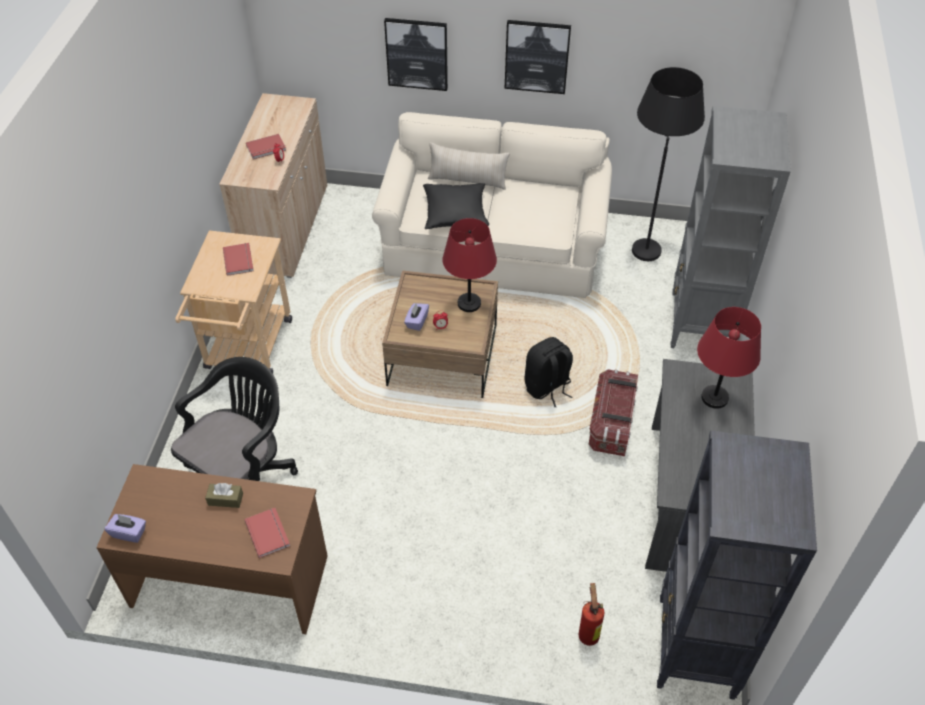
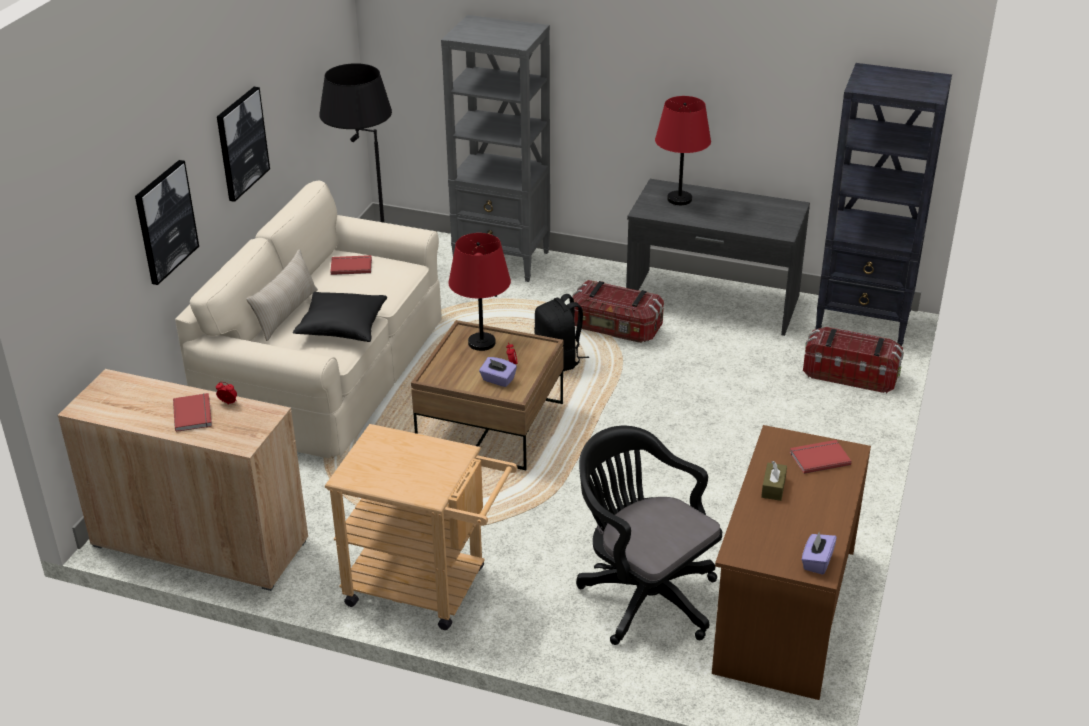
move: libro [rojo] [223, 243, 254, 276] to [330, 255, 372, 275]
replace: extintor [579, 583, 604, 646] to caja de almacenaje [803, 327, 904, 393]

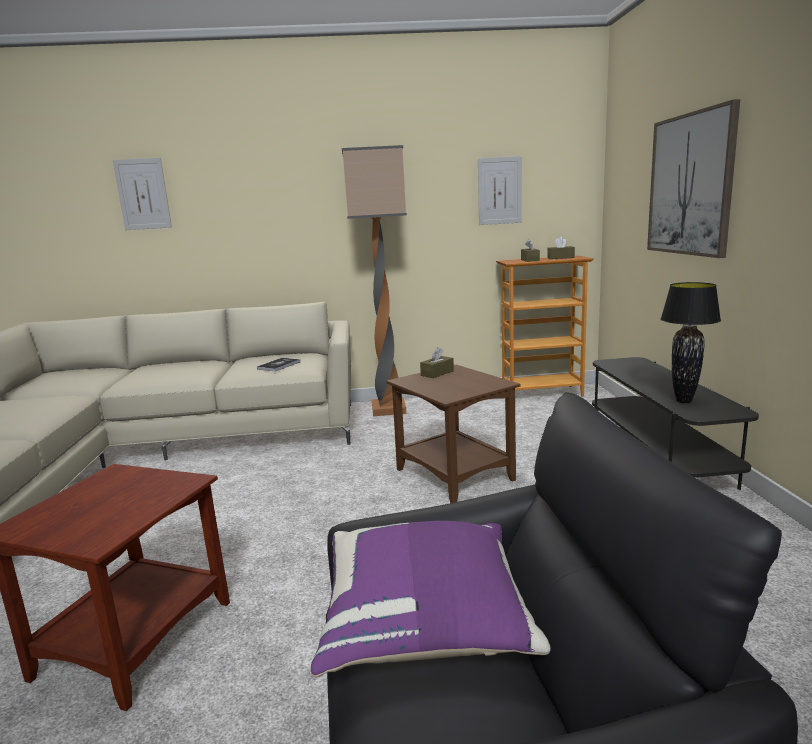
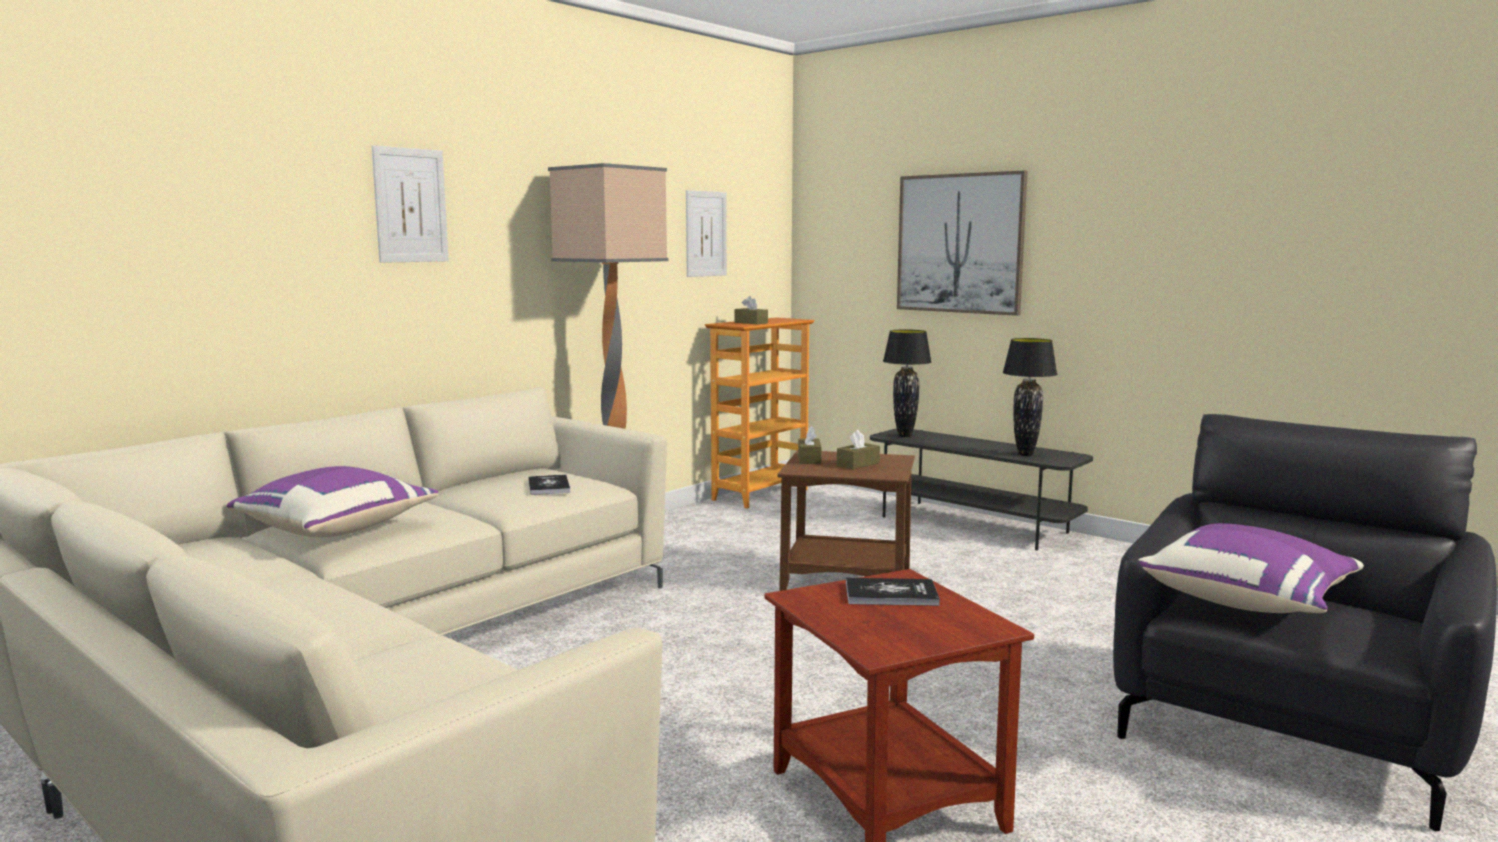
insert: cojín [morado] [227, 466, 438, 537]; libro [846, 578, 940, 606]; lámpara de mesa [negro] [883, 329, 932, 438]
move: cuadro [113, 158, 172, 230] to [372, 145, 449, 263]; caja de pañuelos [marrón] [547, 237, 575, 259] to [837, 430, 880, 469]

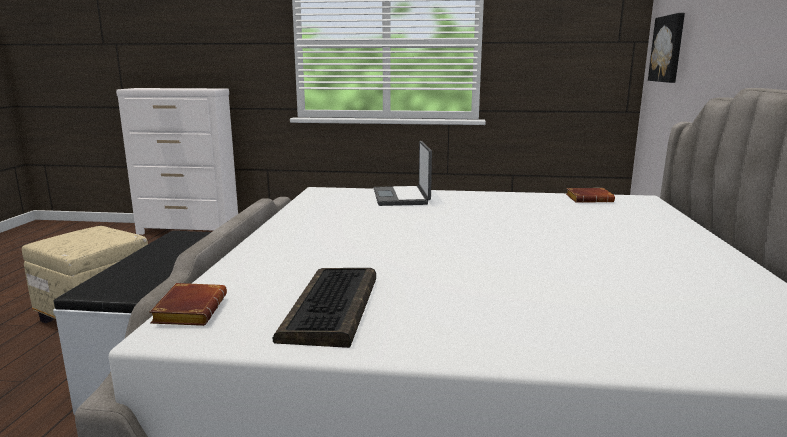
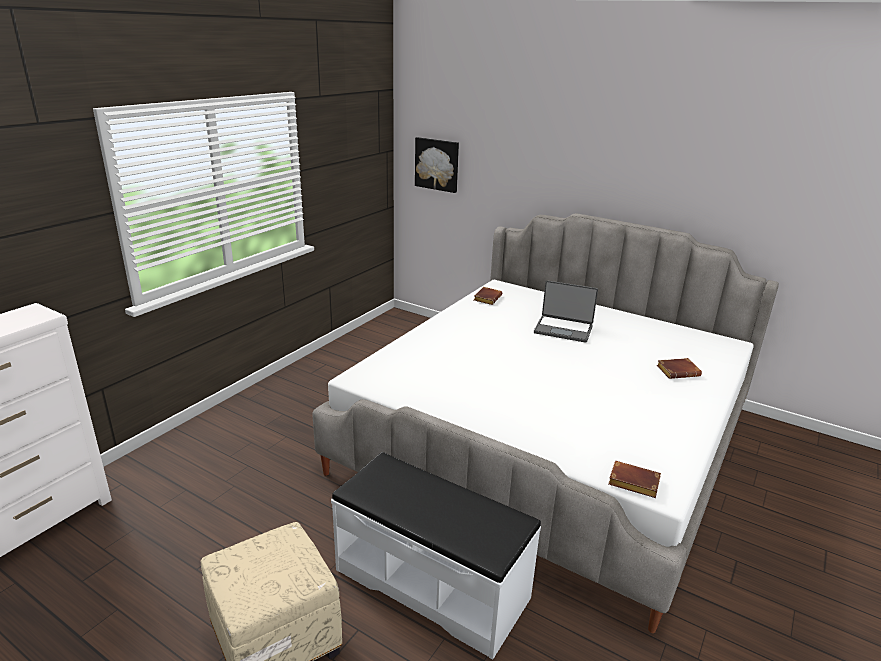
delete: teclado [272, 268, 376, 348]
insert: libro [marrón] [657, 358, 702, 379]
move: portátil [374, 141, 432, 206] to [534, 280, 598, 343]

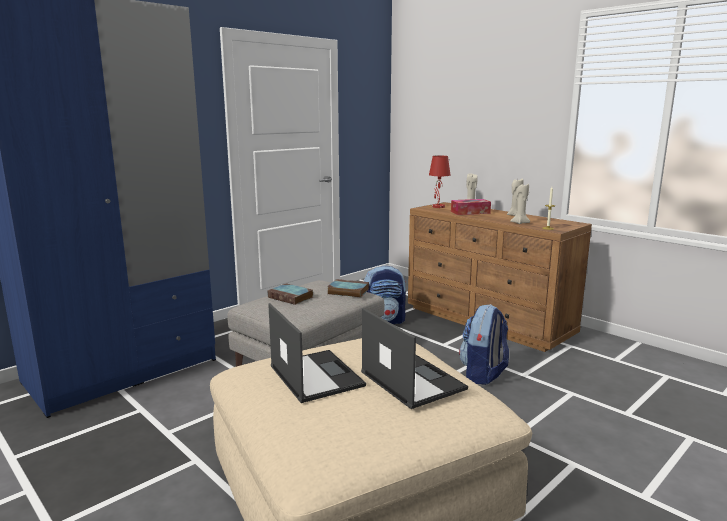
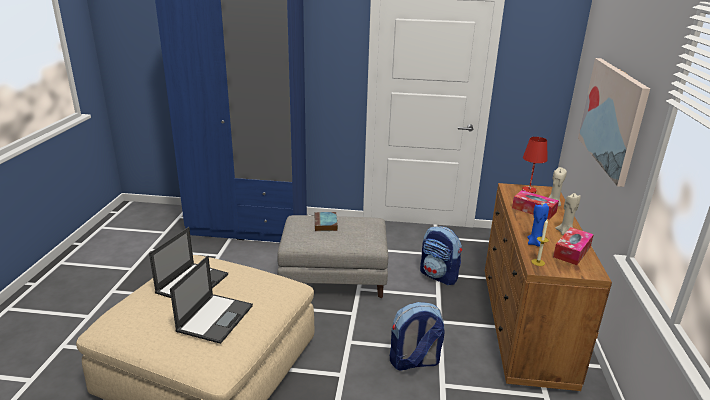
delete: libro [327, 279, 369, 298]
insert: caja de pañuelos [553, 227, 594, 265]; cuadro [578, 58, 650, 187]
recolor: vela [beis] [510, 184, 530, 224] to vela [azul] [527, 203, 549, 247]

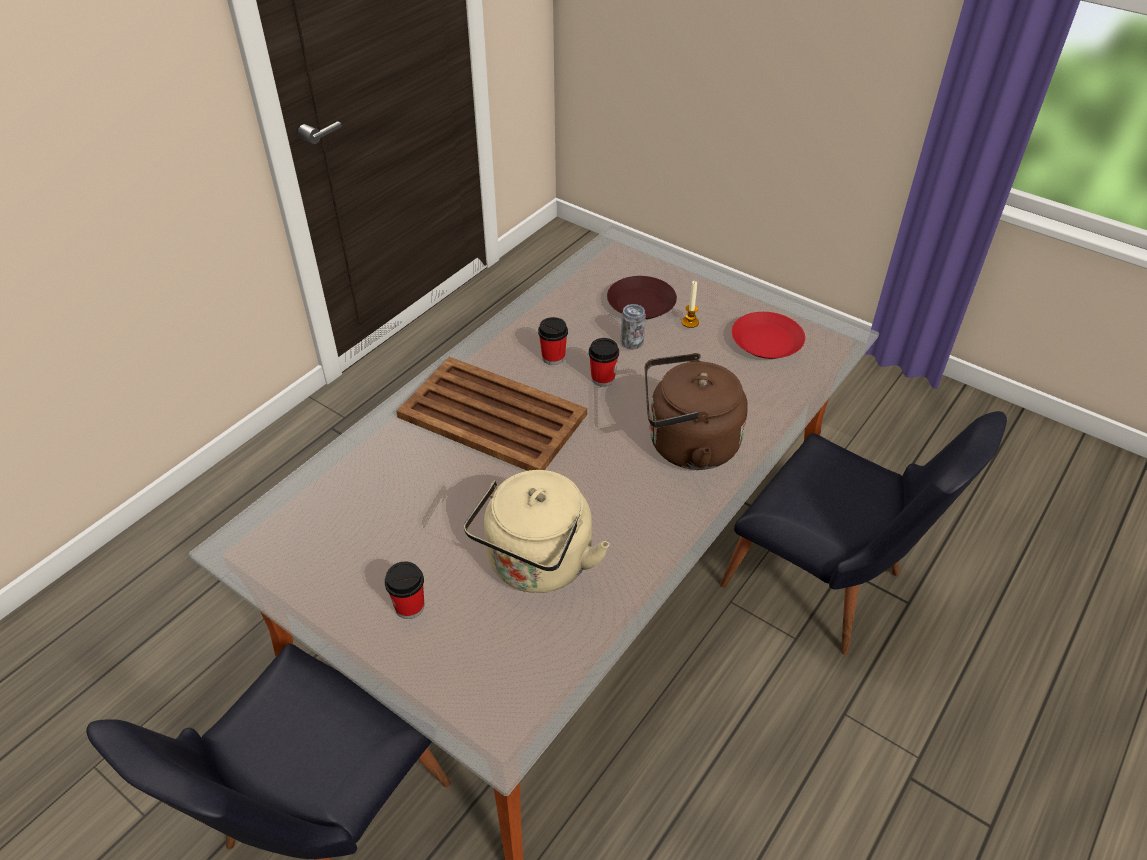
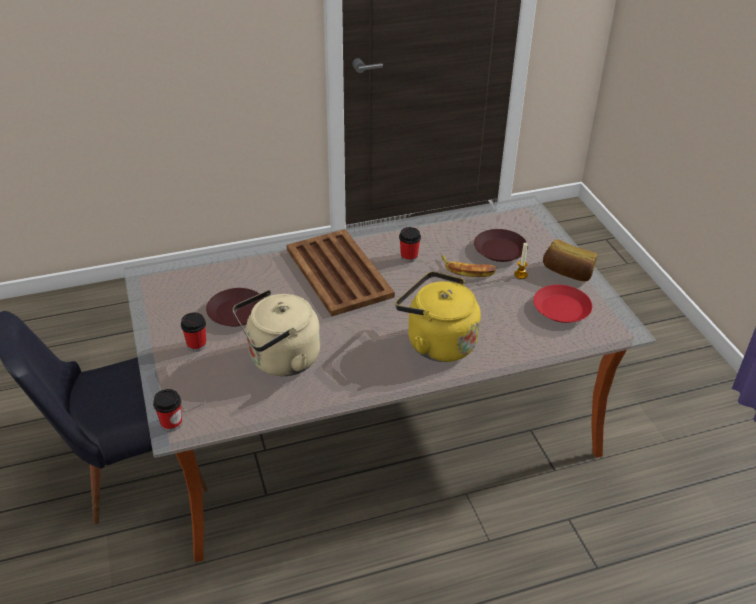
delete: silla [negro] [720, 411, 1007, 655]
insert: plato [marrón] [206, 288, 264, 326]; pan [543, 239, 597, 281]
move: taza [589, 338, 619, 387] to [153, 389, 182, 432]
replace: lata [621, 304, 646, 349] to plátano [441, 255, 497, 277]
recolor: hervidor [marrón] [645, 353, 748, 470] to hervidor [amarillo] [395, 271, 481, 362]

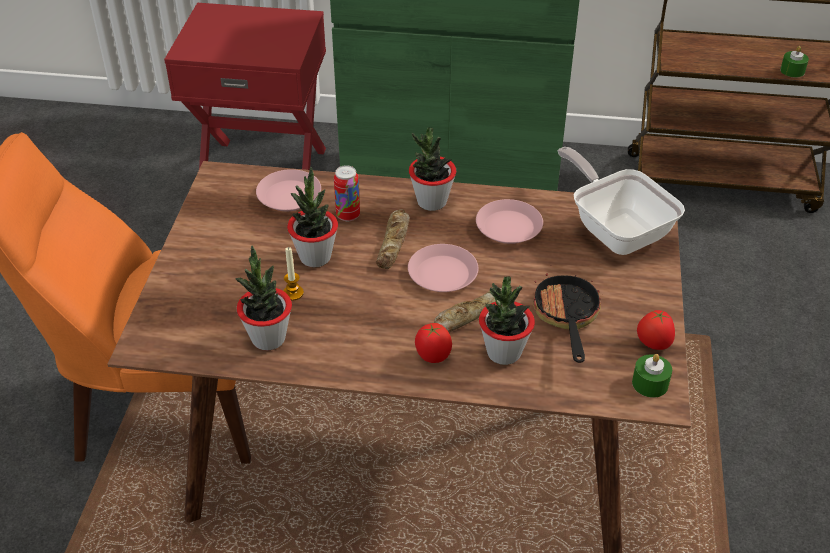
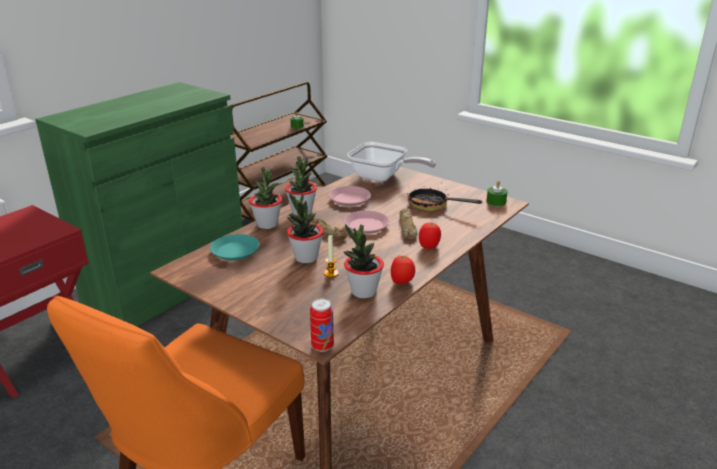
move: lata [334, 165, 360, 222] to [310, 299, 334, 352]; planta en maceta [479, 276, 535, 365] to [249, 167, 282, 229]; tomate [637, 310, 675, 350] to [391, 255, 415, 284]
recolor: plato [rosa] [256, 169, 321, 211] to plato [turquesa] [210, 234, 260, 260]
rotate: sartén [558, 147, 685, 255] = [347, 142, 436, 182] 150 degrees counterclockwise

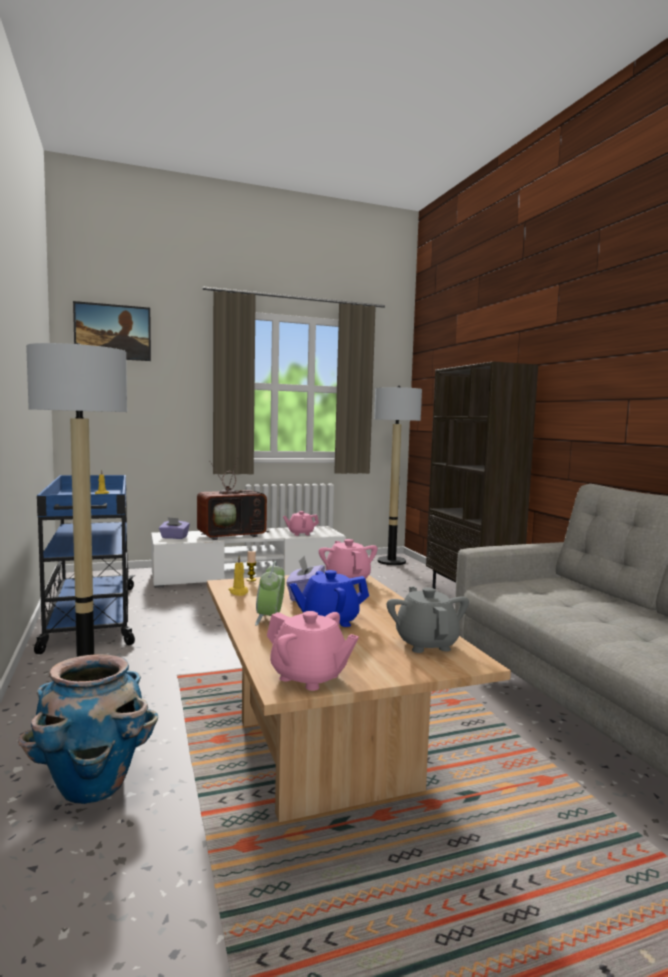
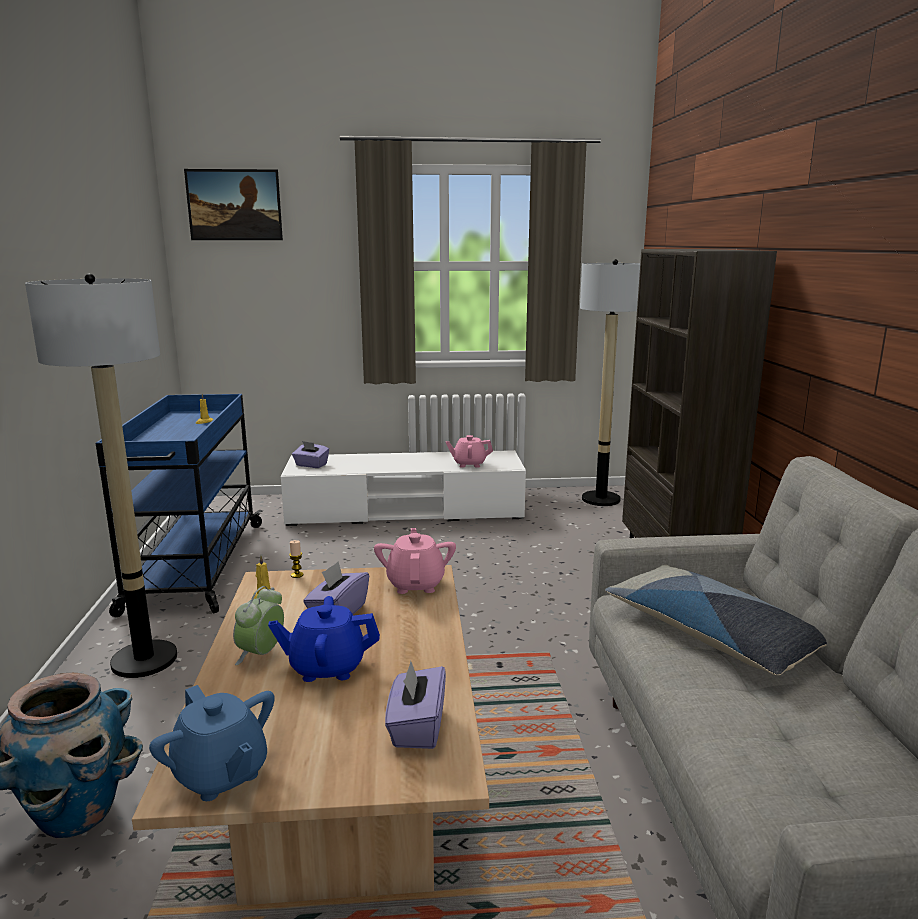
delete: televisor [197, 454, 270, 540]
insert: cojín [605, 564, 827, 675]
replace: tetera [gris] [387, 587, 469, 653] to caja de pañuelos [morado] [385, 661, 446, 749]
recolor: tetera [rosa] [267, 611, 359, 691] to tetera [azul] [149, 685, 275, 801]

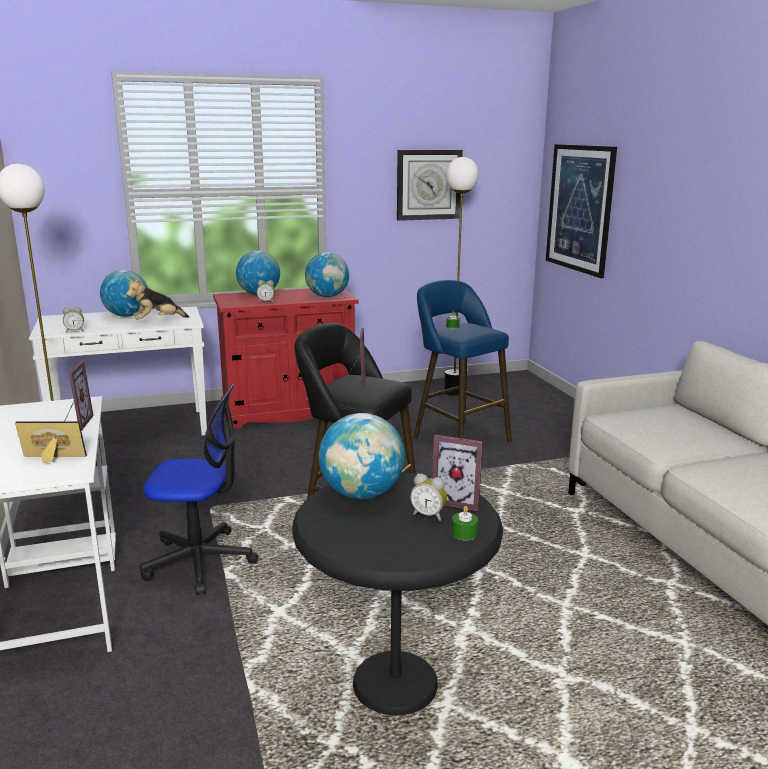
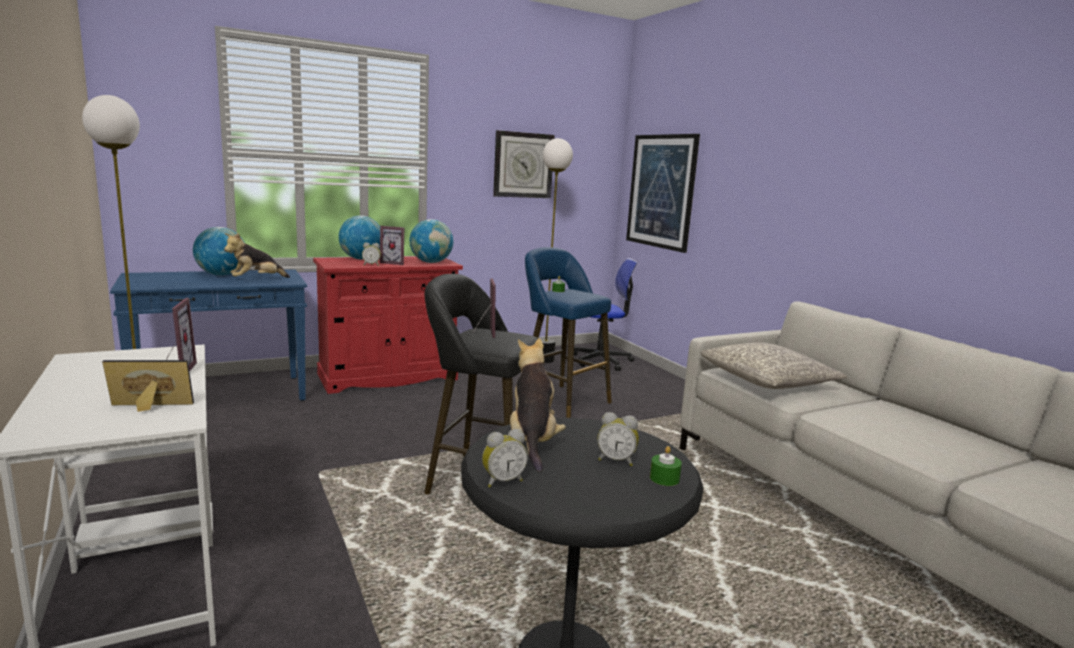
insert: cojín [gris] [701, 342, 847, 389]
move: despertador [63, 307, 84, 333] to [482, 429, 528, 487]; silla de oficina [140, 384, 259, 595] to [574, 258, 637, 371]; portarretratos [432, 435, 483, 511] to [380, 226, 404, 265]
replace: globo terráqueo [319, 413, 405, 500] to peluche [510, 338, 566, 472]
recolor: mesa consola [blanco] [29, 306, 207, 436] to mesa consola [azul] [110, 269, 307, 401]

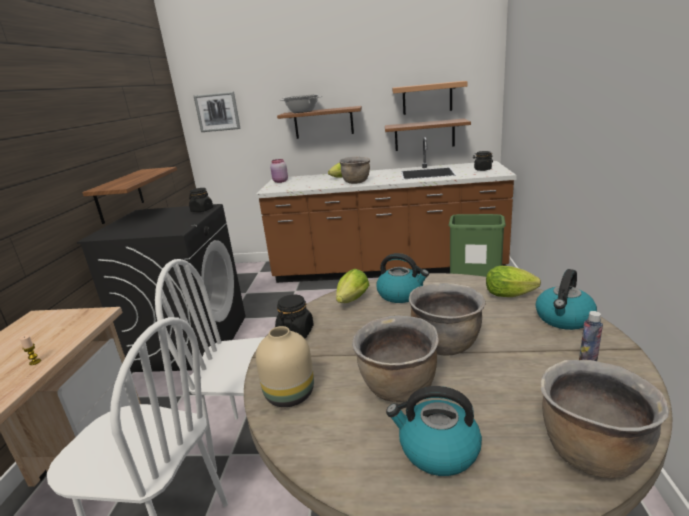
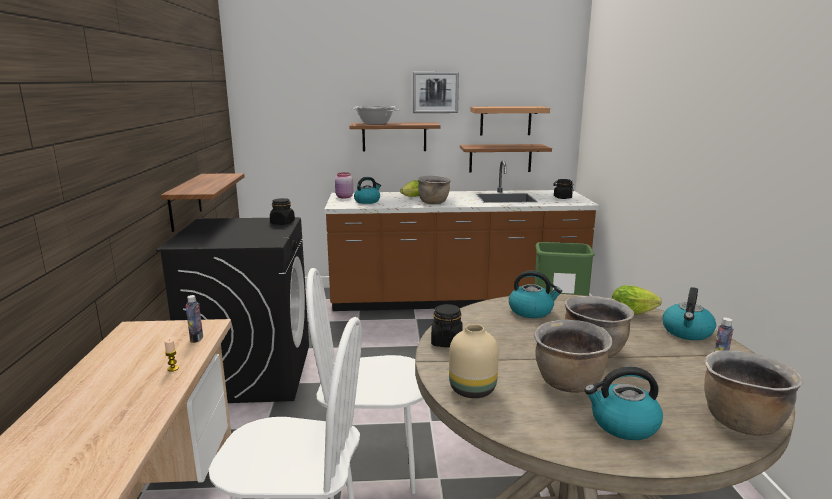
delete: lechuga [336, 269, 369, 303]
insert: botella [186, 295, 203, 343]; hervidor [354, 177, 381, 204]
move: cuadro [194, 92, 241, 132] to [413, 72, 459, 113]

